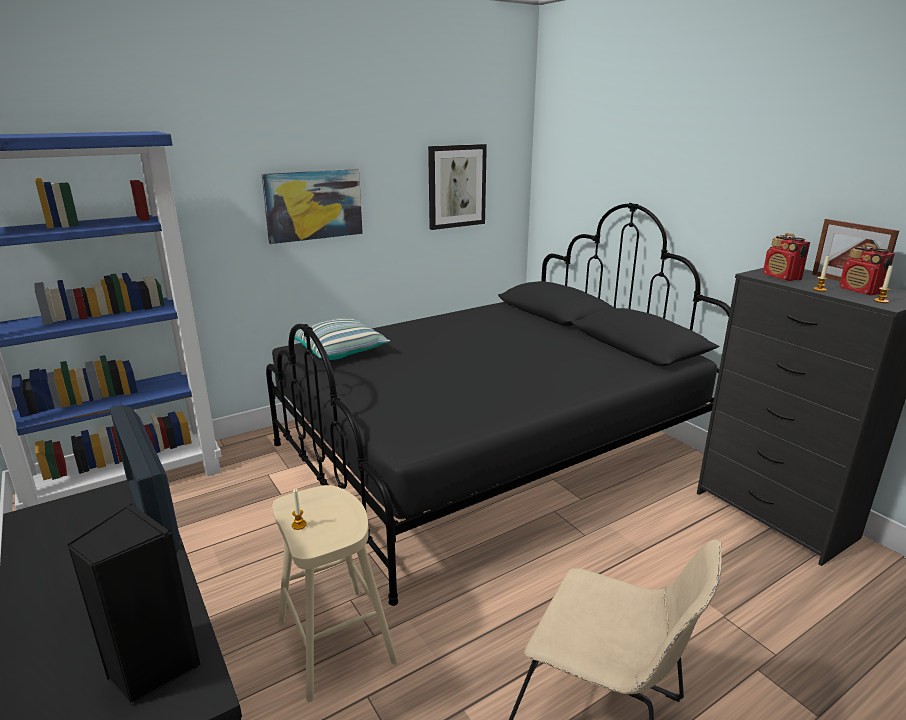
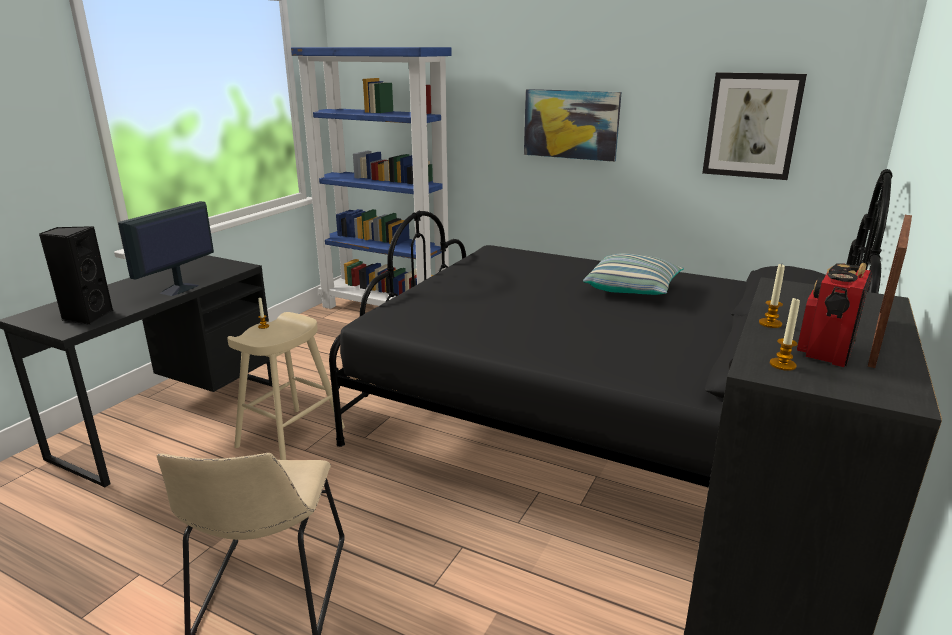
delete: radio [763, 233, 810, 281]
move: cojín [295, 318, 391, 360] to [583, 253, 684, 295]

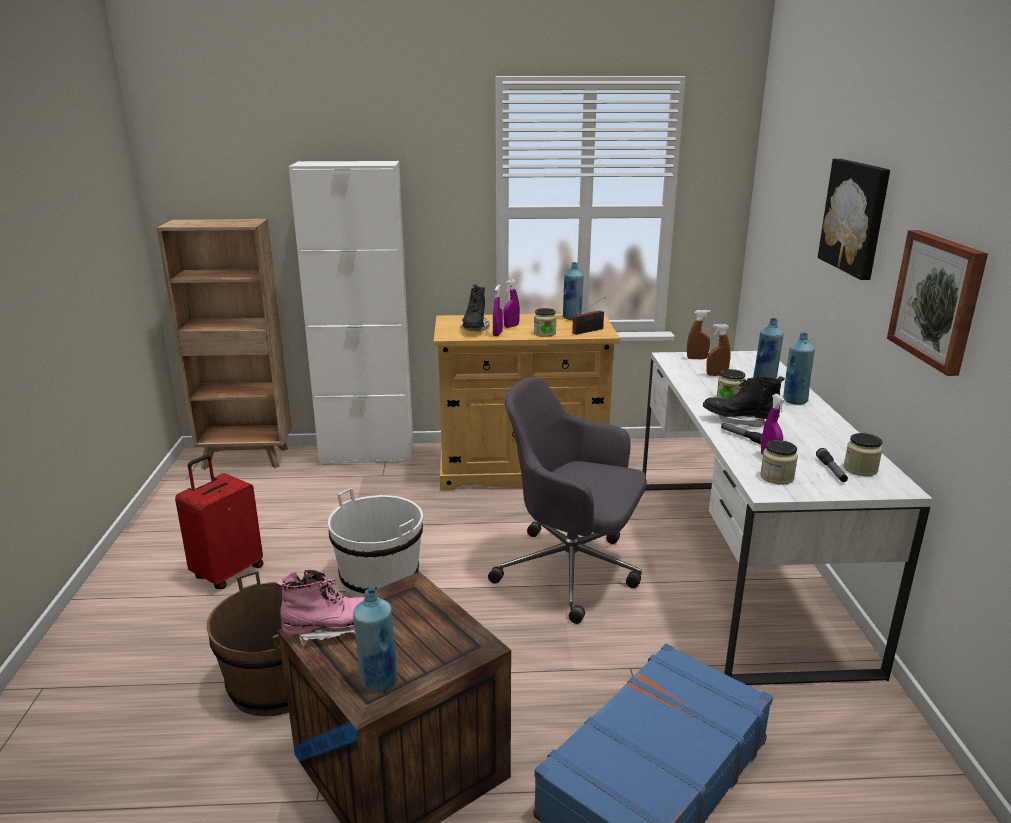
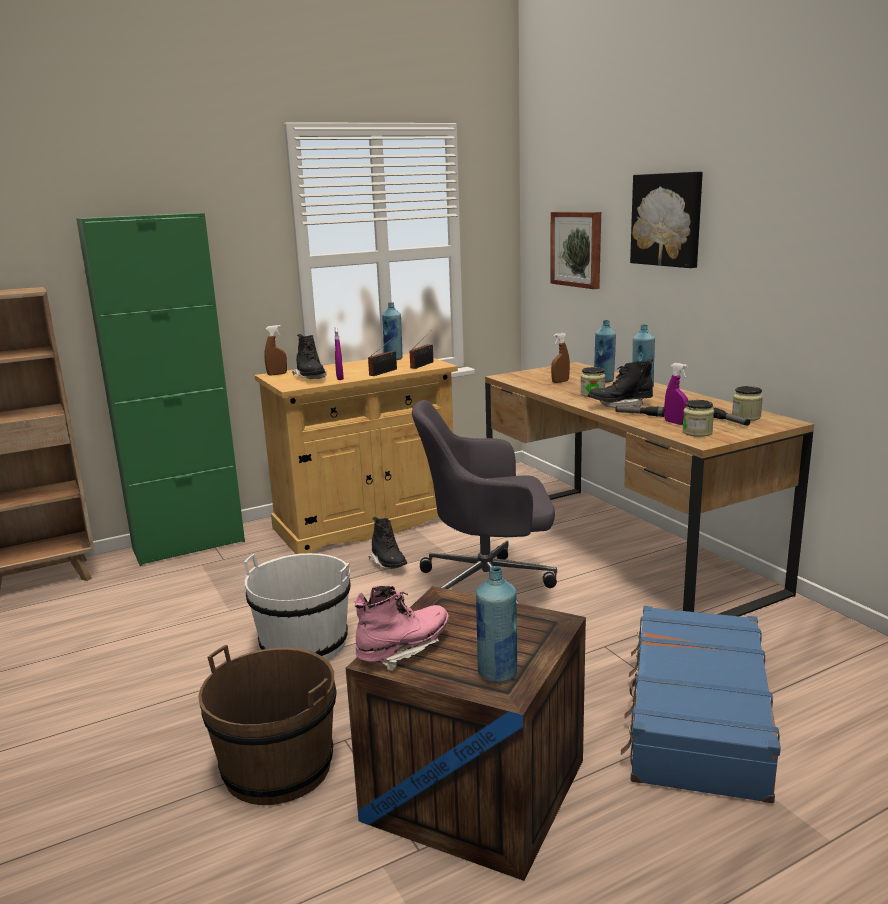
delete: maleta [rojo] [175, 455, 264, 589]; pulverizador [morado] [503, 279, 520, 328]
insert: bota [negro] [369, 517, 407, 569]
move: pulverizador [marrón] [687, 310, 710, 359] to [265, 325, 287, 376]; cuadro [887, 230, 988, 376] to [550, 212, 601, 289]
replace: tarro [534, 308, 557, 337] to radio [368, 337, 397, 376]
recolor: armario [blanco] [289, 161, 413, 465] to armario [verde] [76, 213, 245, 566]; escritorio [blanco] [643, 351, 932, 685] to escritorio [marrón] [485, 362, 814, 616]

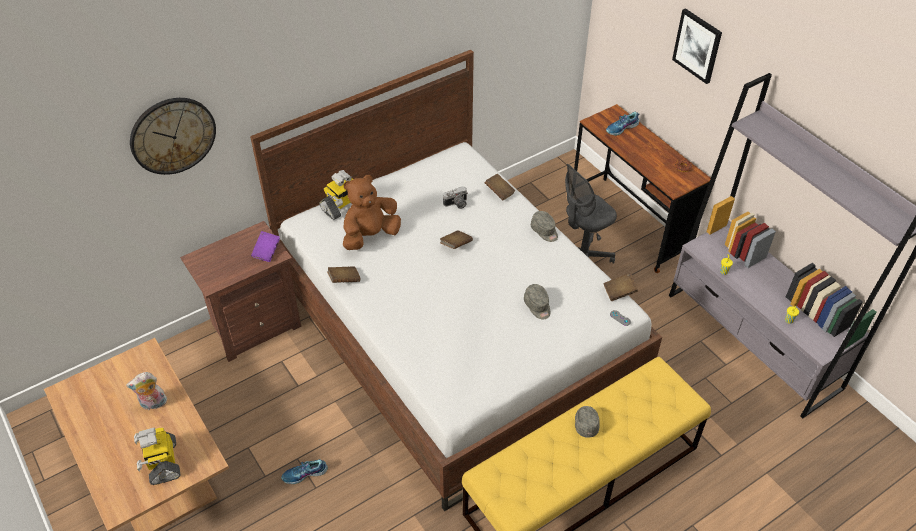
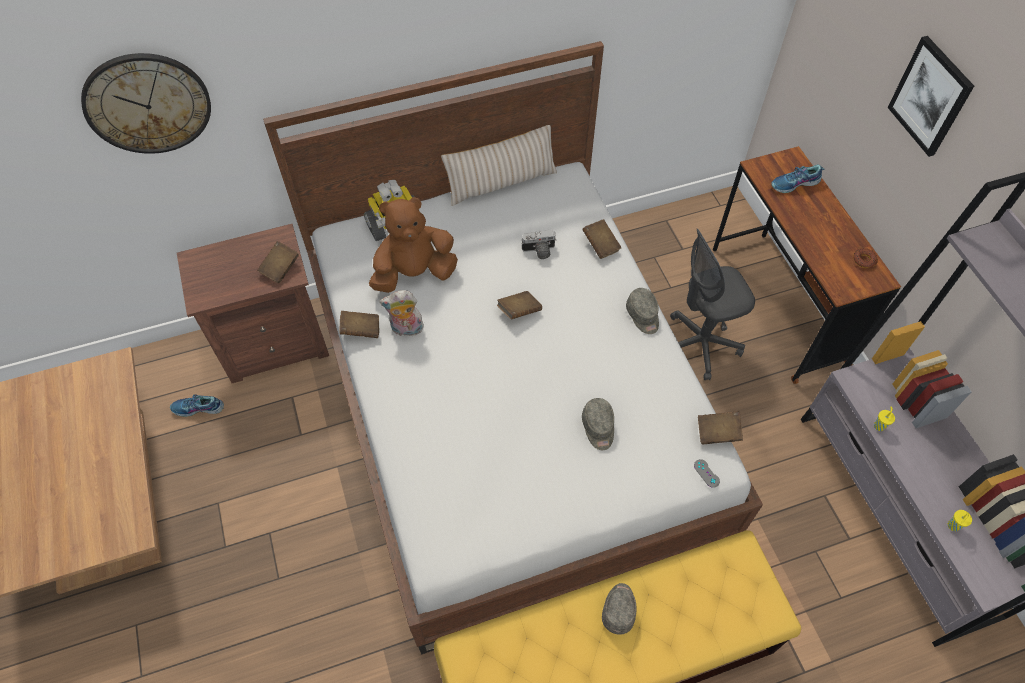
delete: robot de juguete [134, 427, 181, 485]
insert: cojín [beis] [441, 125, 557, 206]
move: peluche [126, 372, 167, 410] to [379, 290, 424, 336]; zapato [281, 459, 328, 484] to [170, 394, 224, 417]
recolor: libro [morado] [251, 231, 280, 262] to libro [marrón] [257, 241, 299, 284]

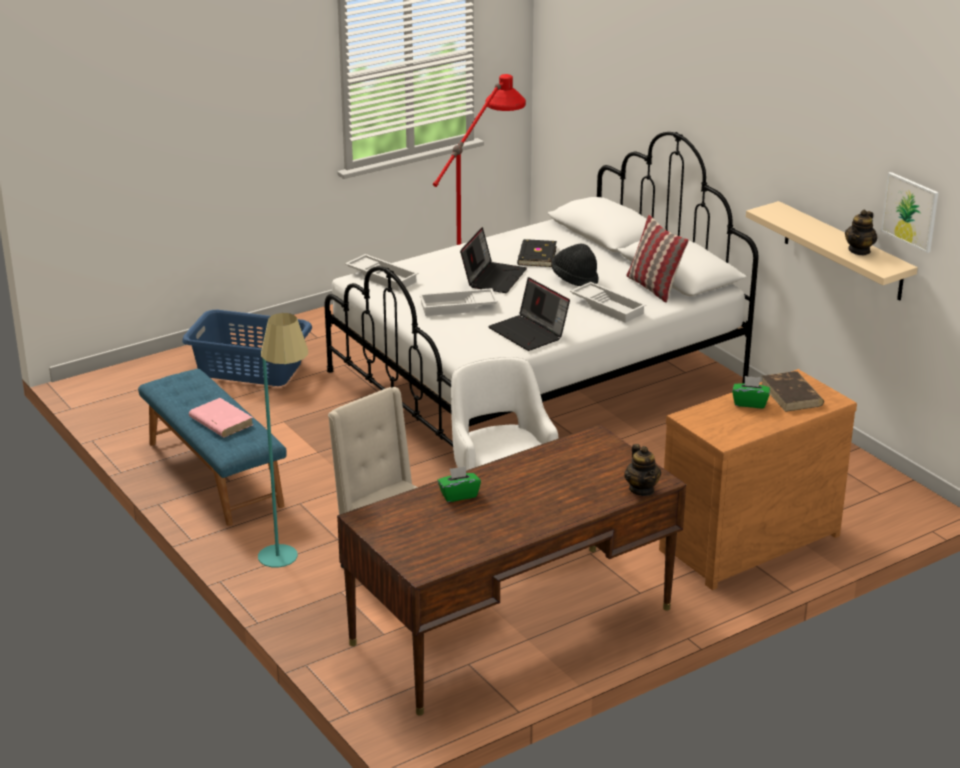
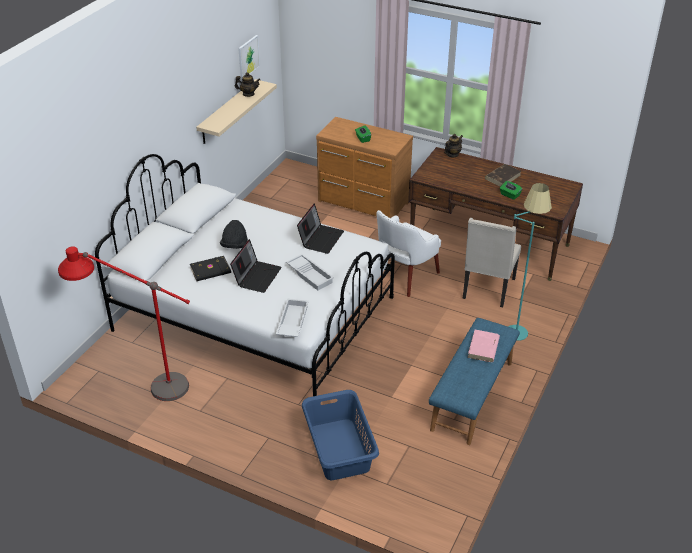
delete: bandeja [blanco] [570, 282, 646, 323]; cojín [626, 215, 689, 303]
move: libro [marrón] [761, 371, 824, 412] to [485, 164, 521, 187]
rotate: portátil [460, 227, 527, 293] = [230, 239, 282, 293] 120 degrees clockwise

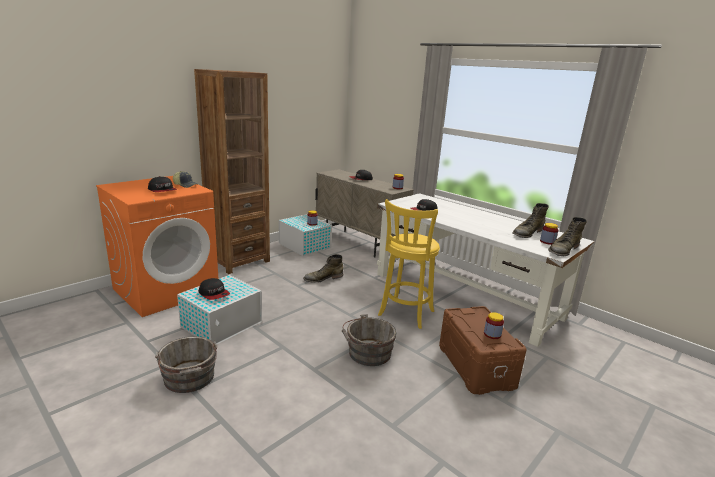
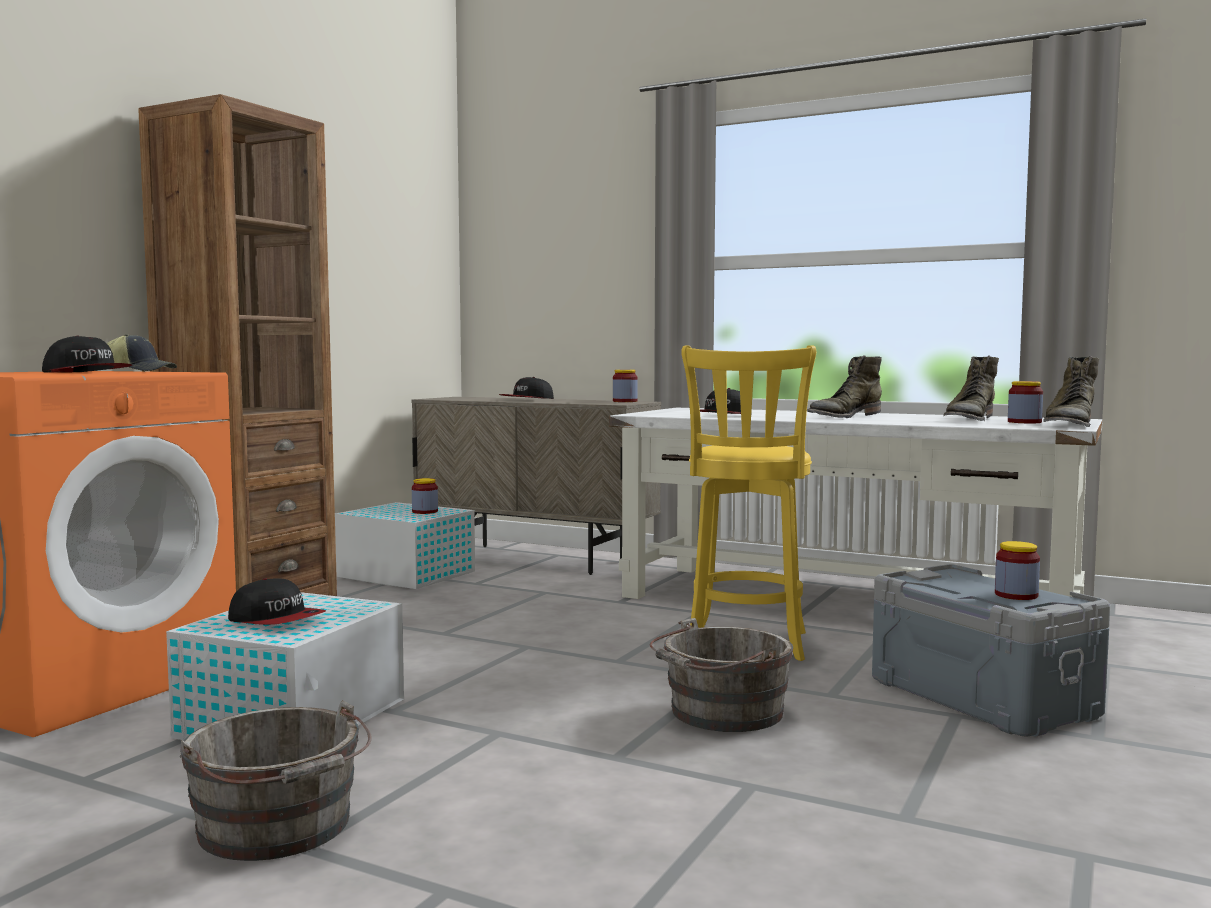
move: bota [verde] [303, 254, 343, 283] to [807, 355, 882, 418]
recolor: caja de almacenaje [marrón] [439, 306, 527, 395] to caja de almacenaje [gris] [872, 564, 1110, 737]

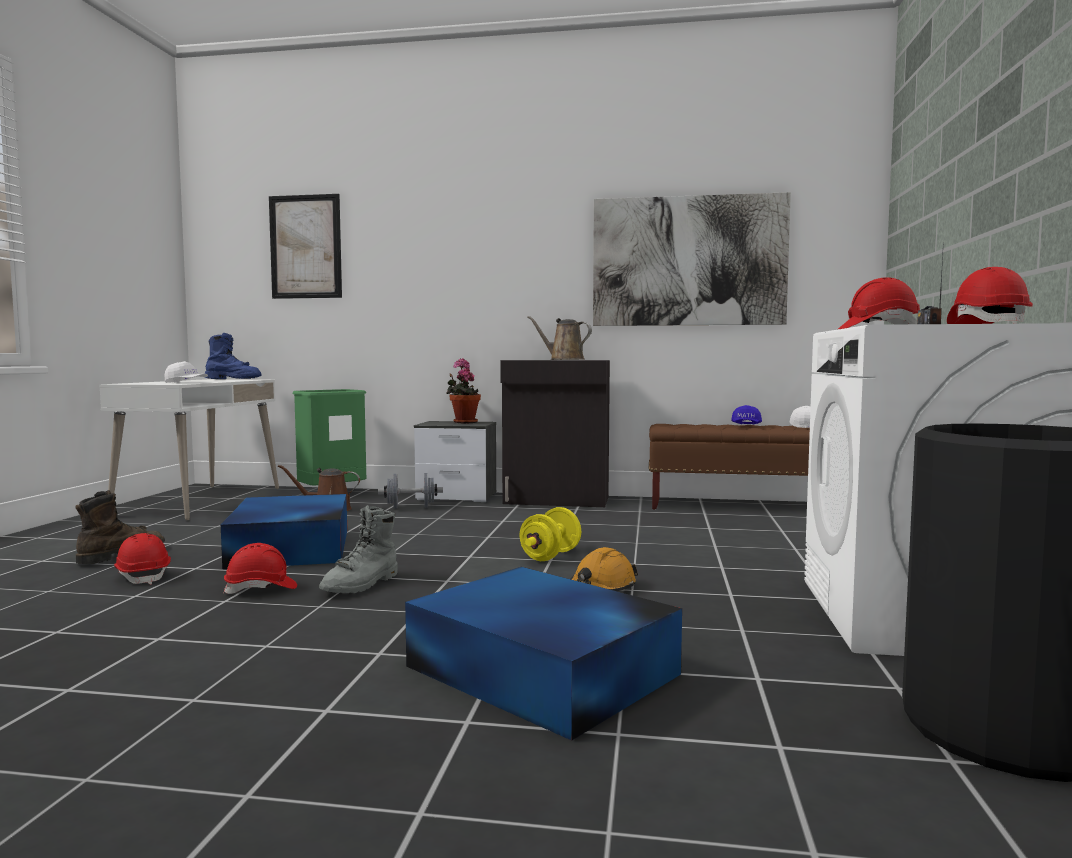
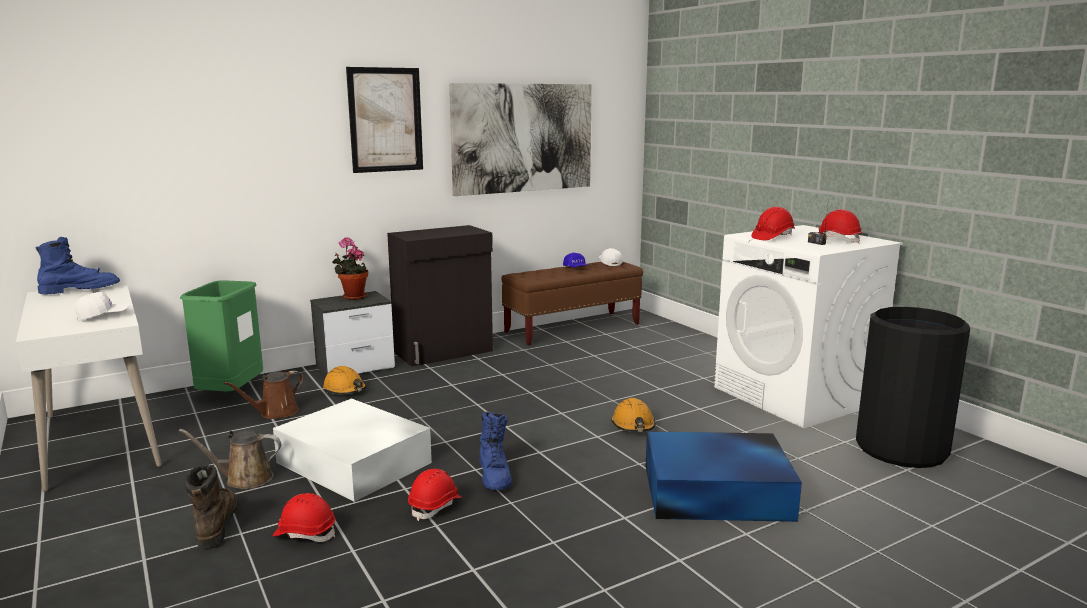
delete: mancuerna [amarillo] [520, 507, 581, 561]
move: cuadro [269, 194, 342, 299] to [346, 67, 423, 173]; regadera [marrón] [527, 316, 592, 360] to [179, 429, 281, 489]
replace: mancuerna [gris] [378, 473, 443, 509] to casco [naranja] [323, 366, 367, 394]
recolor: caja de almacenaje [azul] [221, 494, 347, 569] to caja de almacenaje [blanco] [273, 398, 432, 502]; bota [gris] [319, 505, 398, 593] to bota [azul] [479, 412, 512, 490]

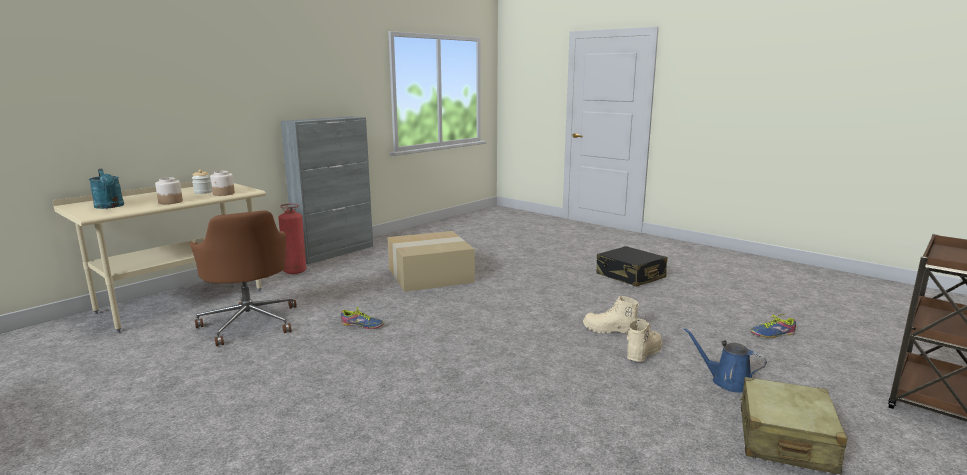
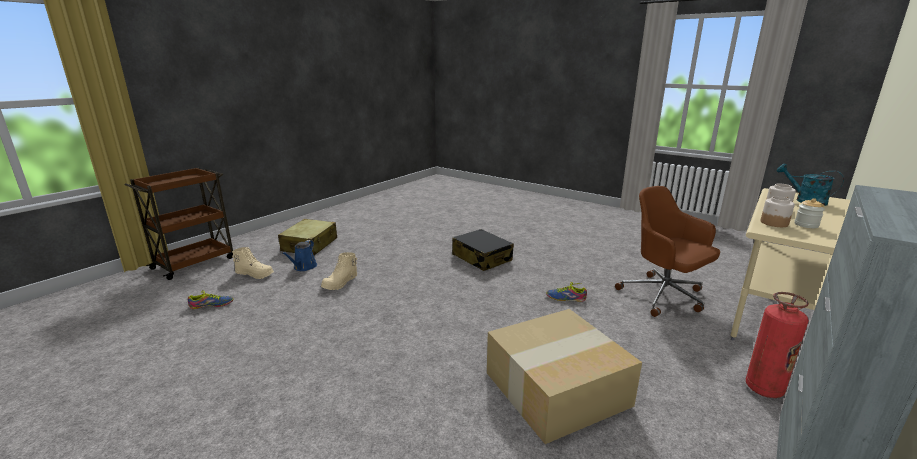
move: bota [beis] [583, 296, 639, 333] to [232, 247, 274, 279]; maleta [negro] [596, 246, 667, 287] to [452, 229, 514, 271]
rotate: regadera [azul] [684, 328, 767, 393] = [282, 240, 317, 271] 75 degrees clockwise

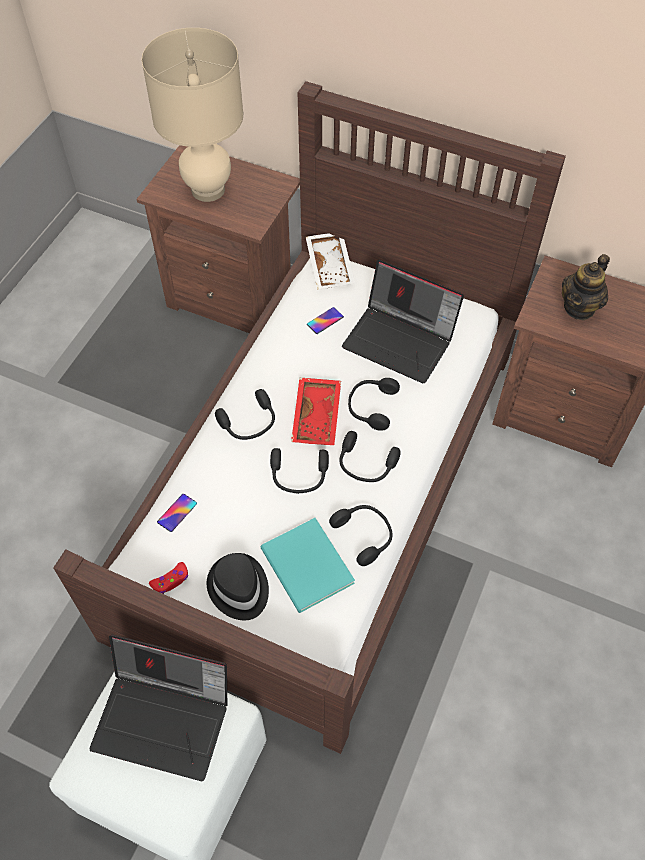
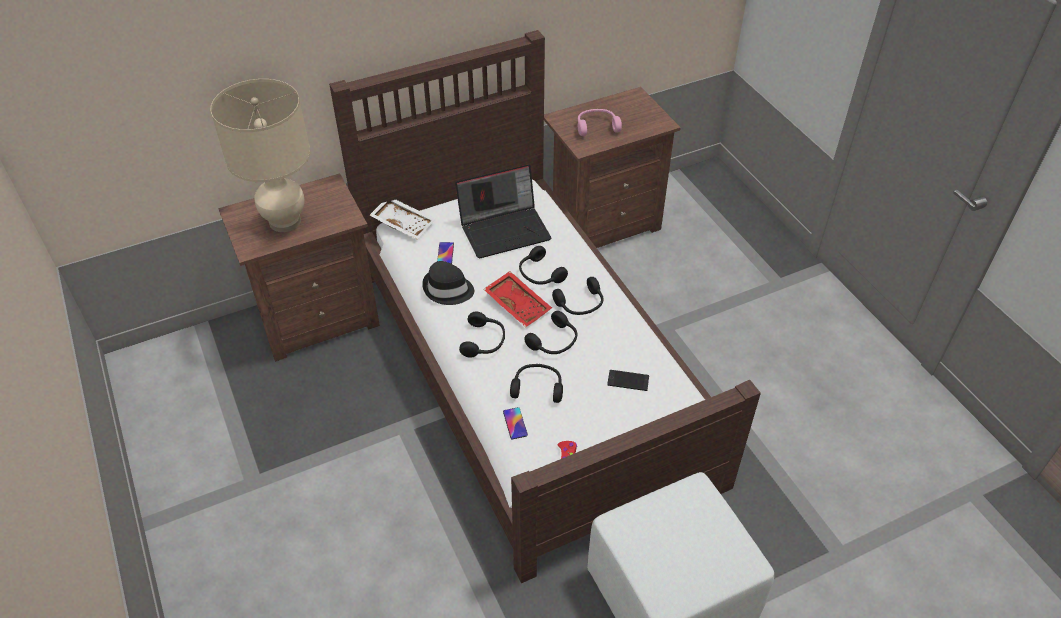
delete: portátil [90, 635, 227, 781]
move: sombrero [negro] [206, 553, 269, 620] to [422, 261, 474, 305]; auriculares [negro] [329, 505, 392, 566] to [510, 364, 563, 403]
replace: libro [turquesa] [261, 518, 355, 613] to móvil [607, 370, 649, 391]; tetera [562, 254, 610, 320] to auriculares [rosa] [578, 109, 622, 136]

